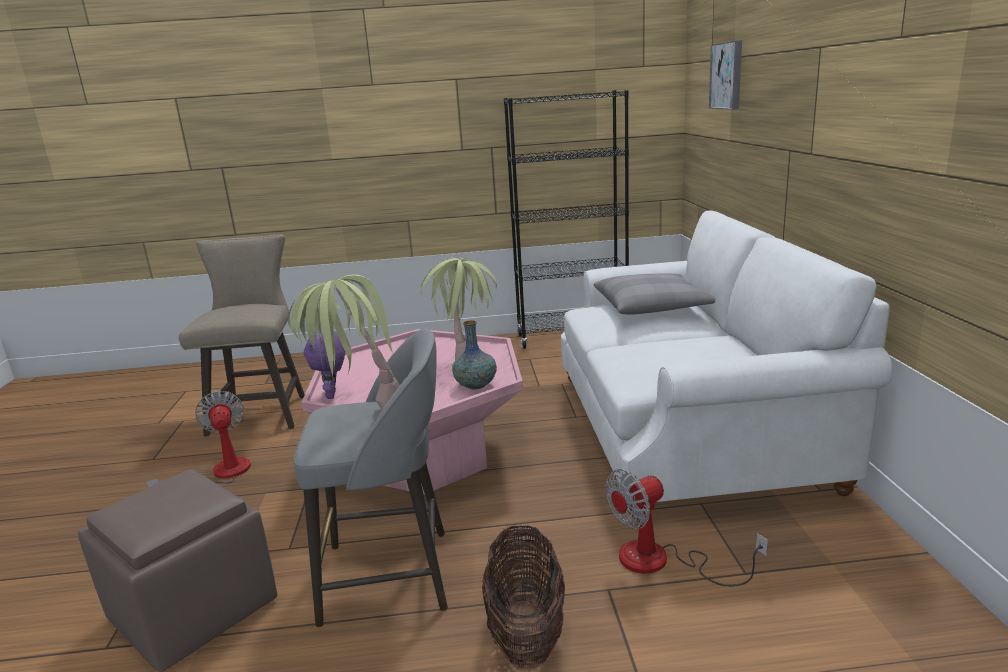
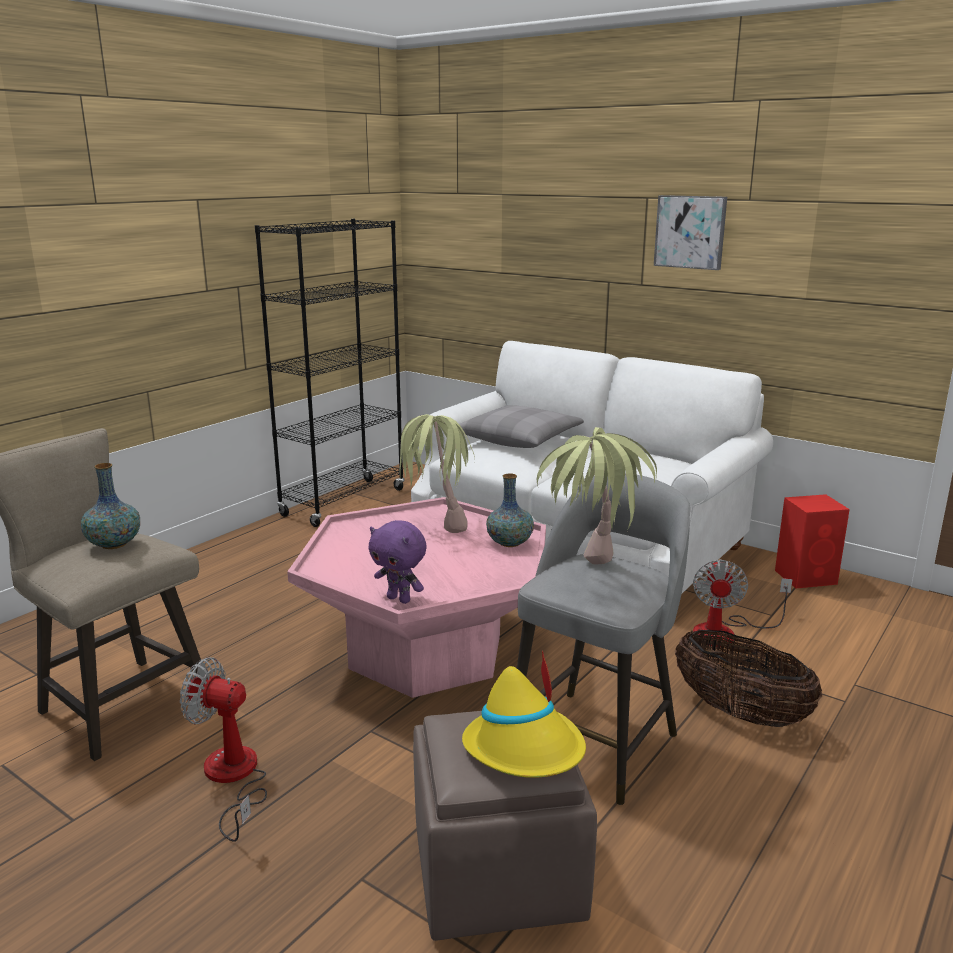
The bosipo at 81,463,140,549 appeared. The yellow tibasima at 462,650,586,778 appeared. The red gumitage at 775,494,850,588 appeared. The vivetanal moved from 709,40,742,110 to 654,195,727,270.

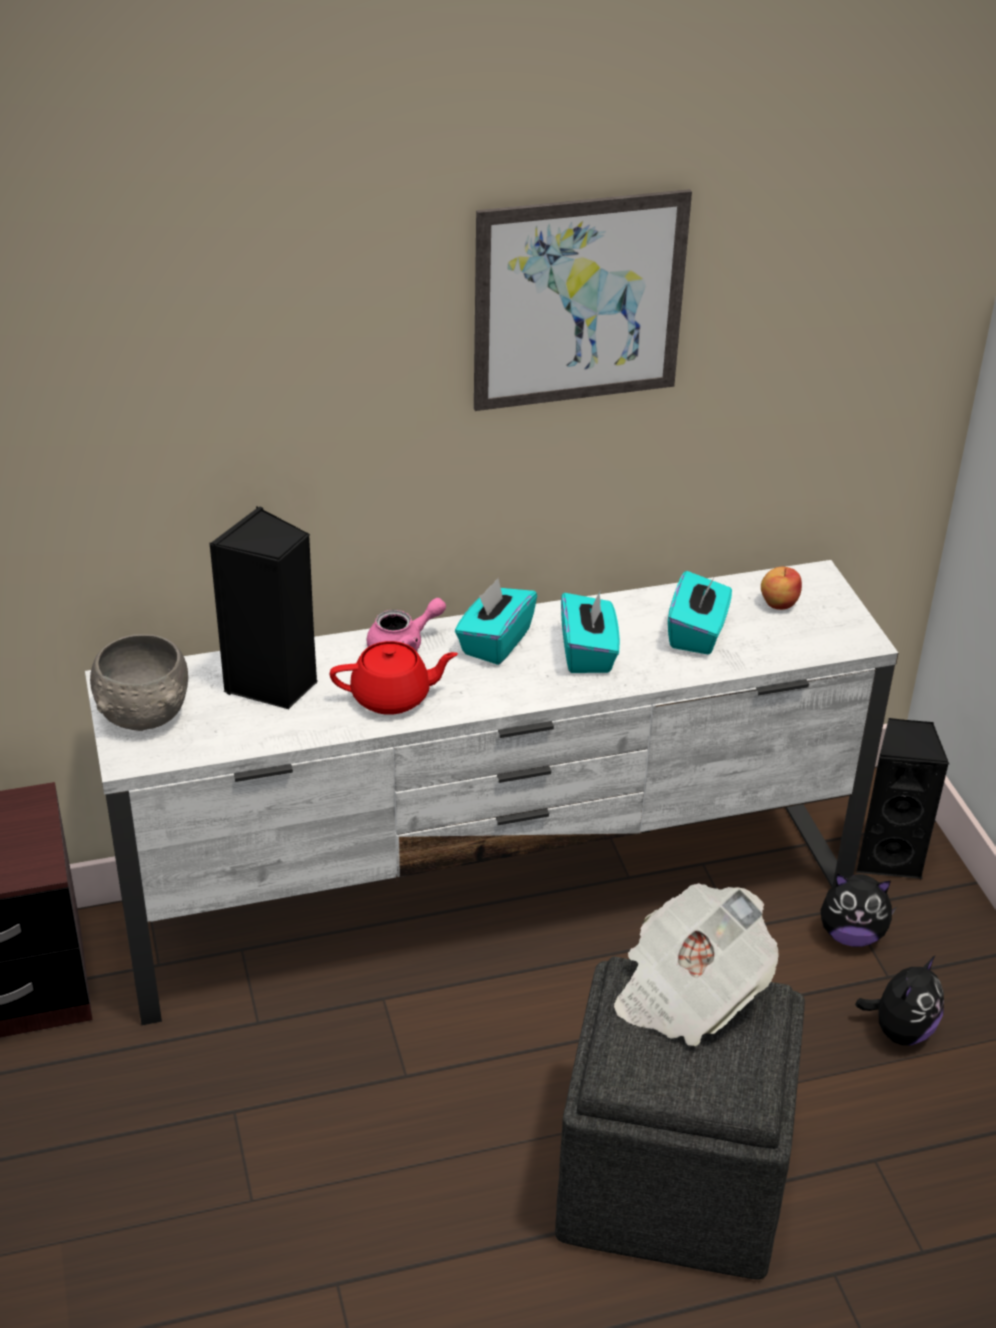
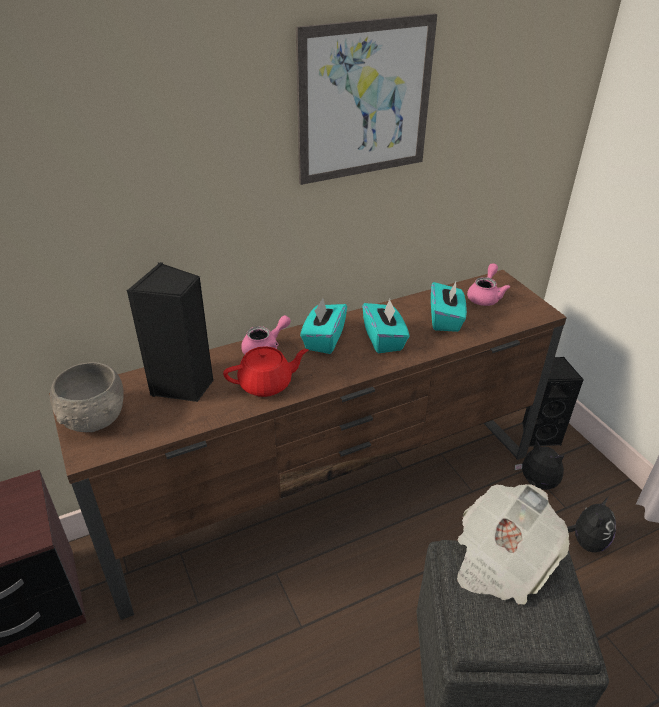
The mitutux at 761,567,802,610 was replaced by the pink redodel at 467,263,510,306. The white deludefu at 85,560,898,1025 became the brown deludefu at 49,270,567,620. The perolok at 821,874,897,947 turned 135 degrees counterclockwise.

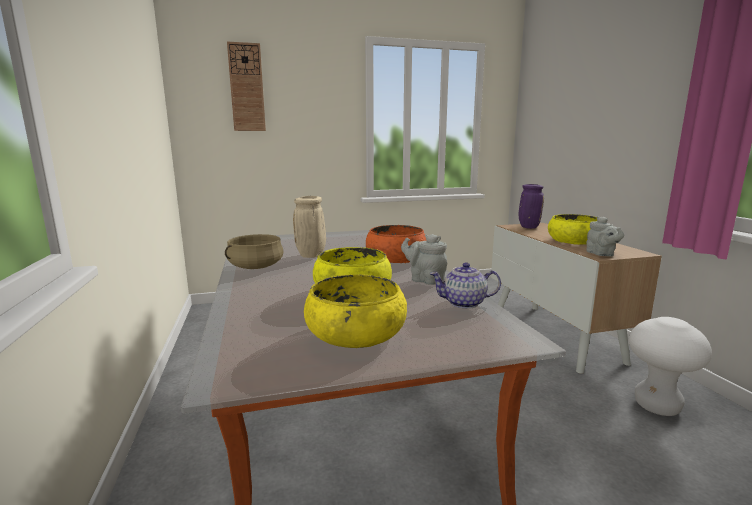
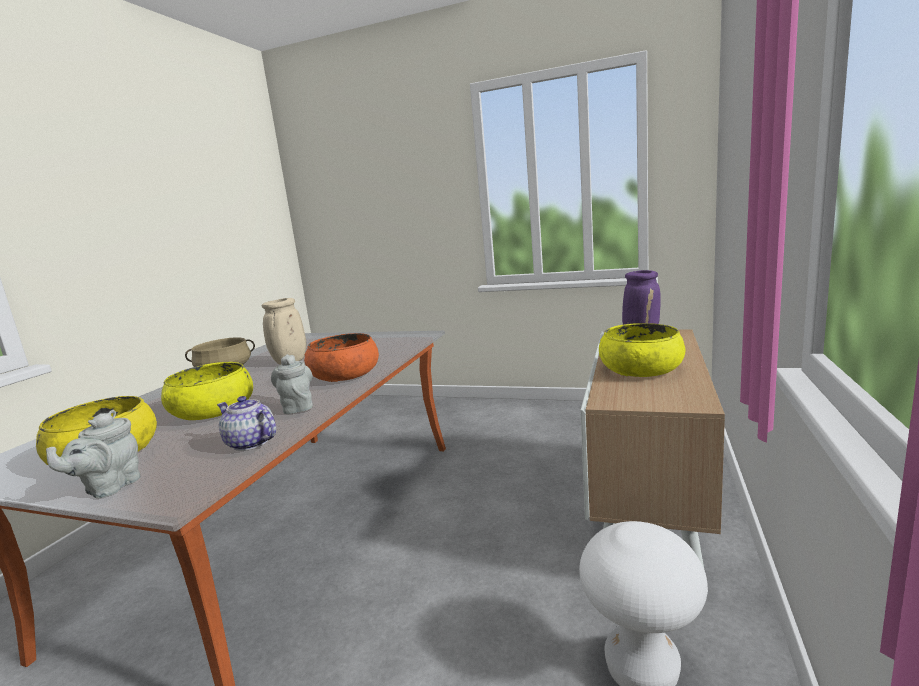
The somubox at 227,41,266,131 disappeared. The grey redodel moved from 586,216,624,256 to 46,410,140,498.

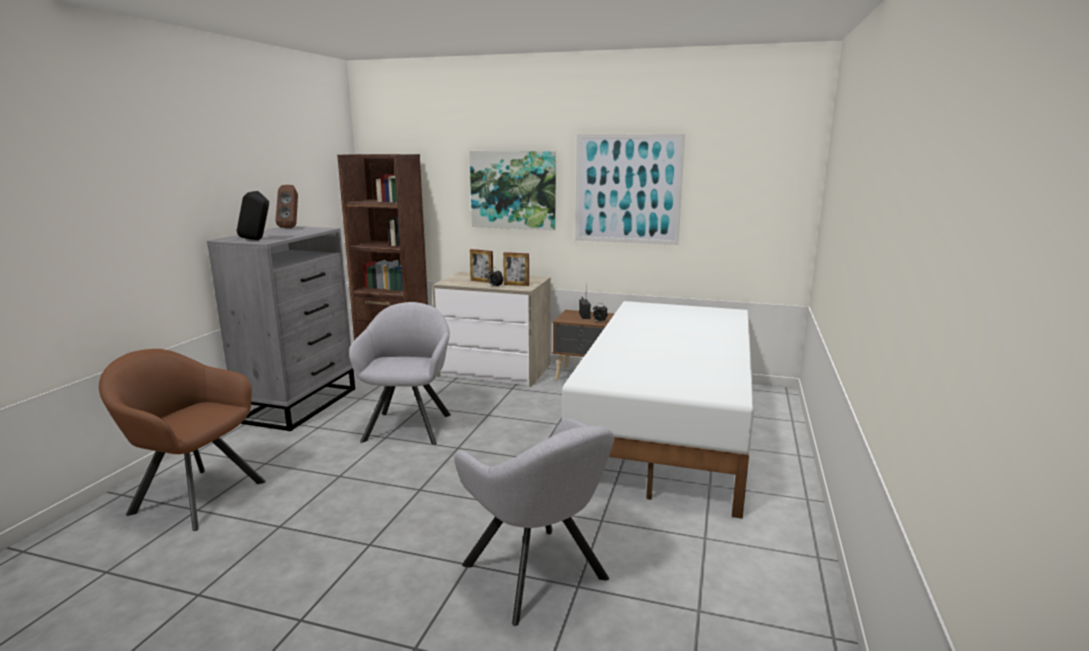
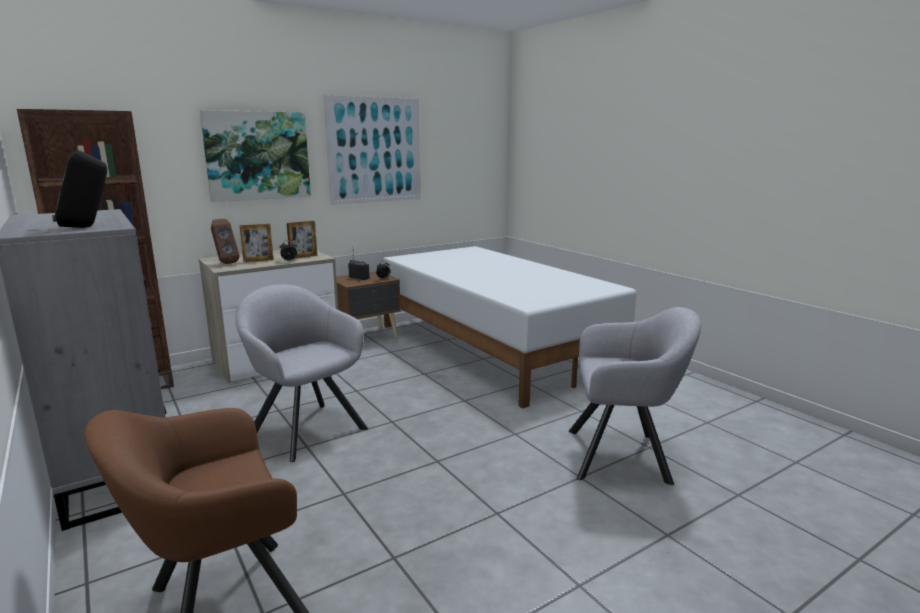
The brown gumitage moved from 276,185,298,228 to 211,219,239,264.

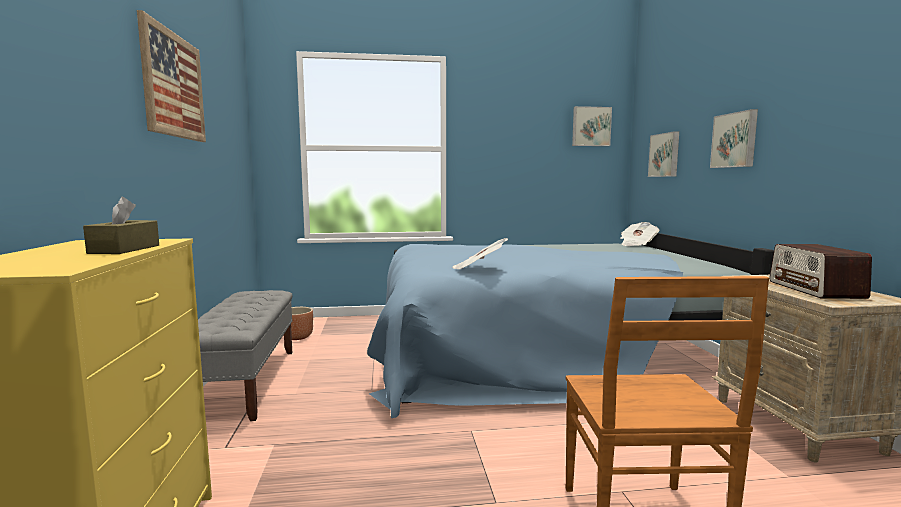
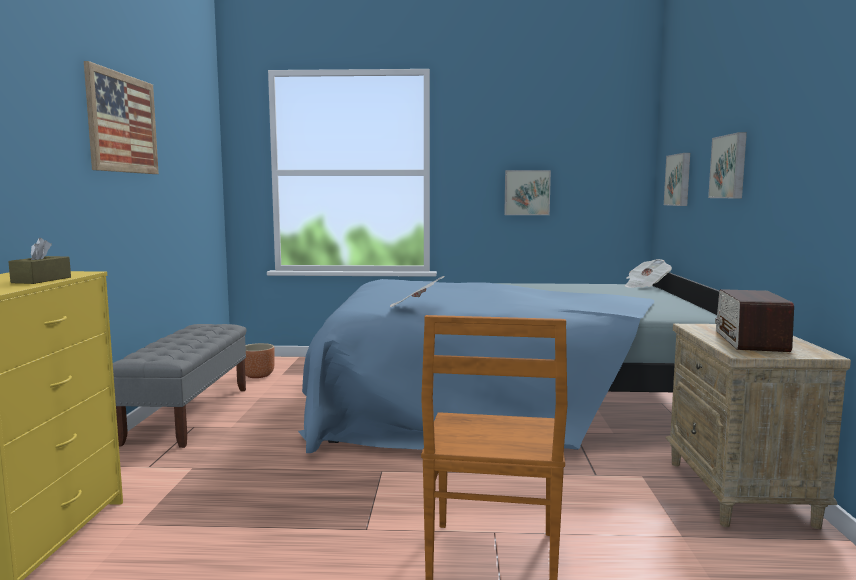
The vivetanal moved from 572,106,612,146 to 504,170,551,215.

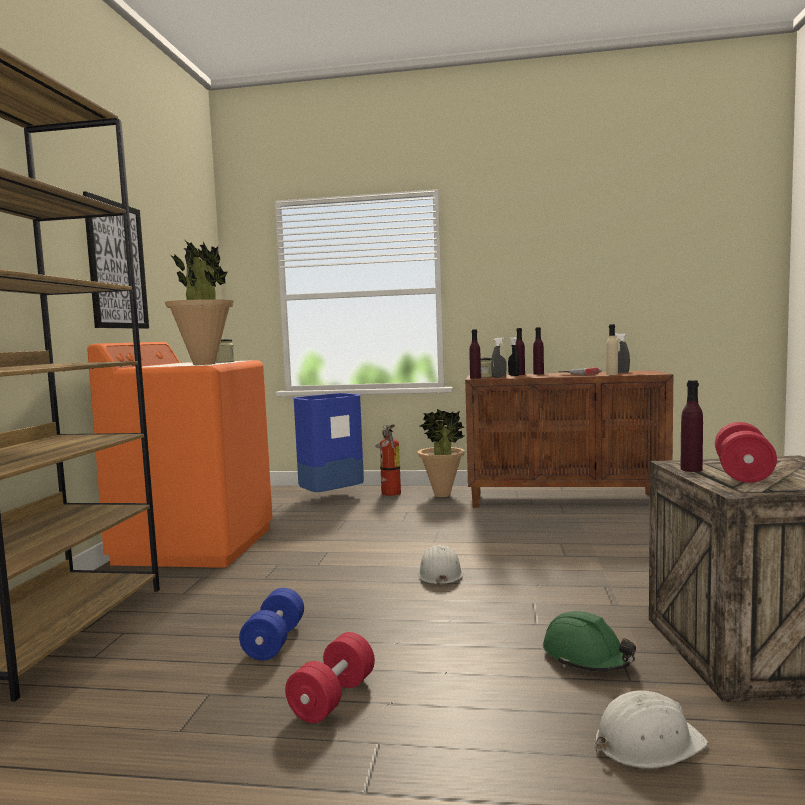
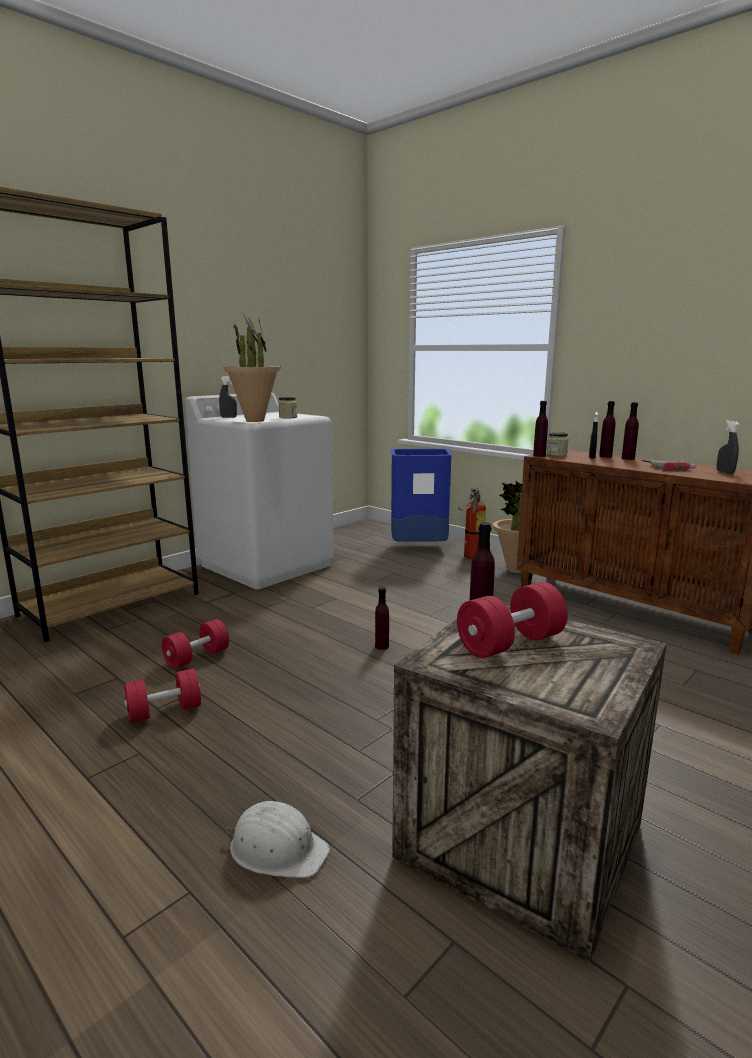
The vivetanal at 83,191,149,329 disappeared. The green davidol at 543,611,636,672 disappeared. The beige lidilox at 606,324,618,375 disappeared. The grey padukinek moved from 491,338,507,378 to 219,376,237,418. The white davidol at 418,545,463,587 was replaced by the purple lidilox at 375,587,389,650. The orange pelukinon at 87,342,273,568 became the white pelukinon at 185,393,334,590. The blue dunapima at 239,588,304,660 became the red dunapima at 162,619,229,669.

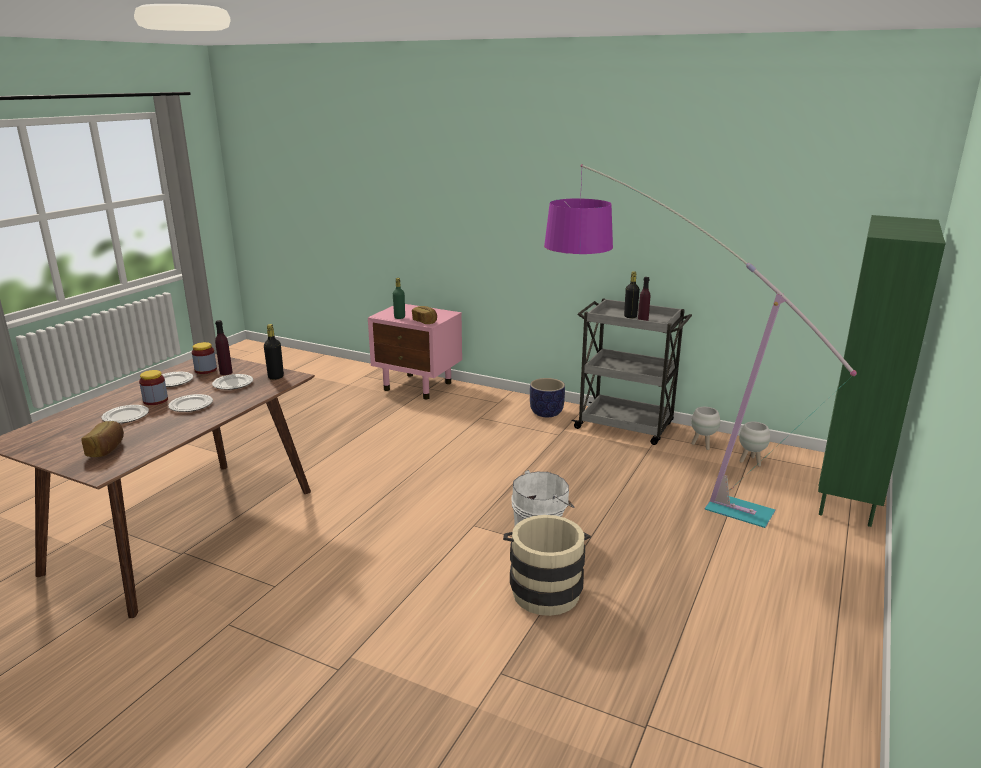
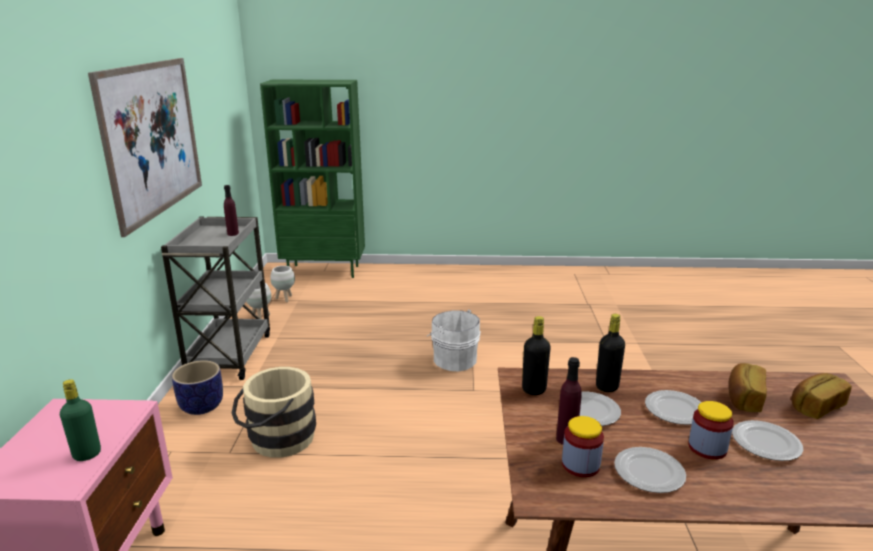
The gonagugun at 544,164,857,528 disappeared. The vivetanal at 88,58,202,237 appeared. The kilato moved from 412,306,437,324 to 729,363,767,412. The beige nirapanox moved from 503,515,591,616 to 232,367,316,458. The black lidilox moved from 624,271,640,318 to 596,314,625,392.

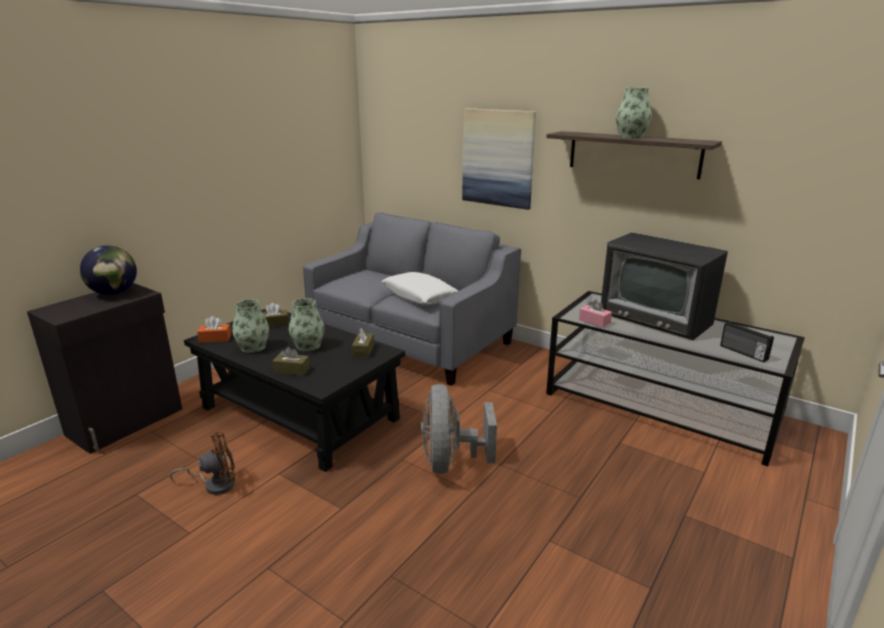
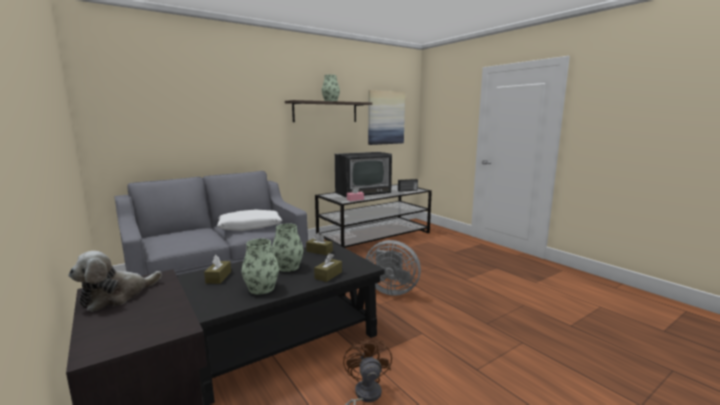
The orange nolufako at 197,316,231,343 disappeared. The vivetanal moved from 462,108,536,210 to 368,90,405,145. The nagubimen at 80,246,137,295 was replaced by the perolok at 68,251,162,312.

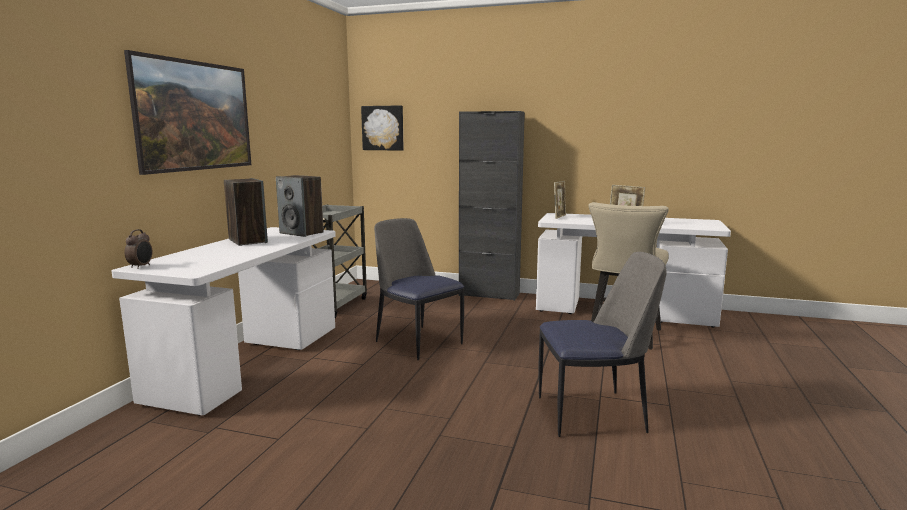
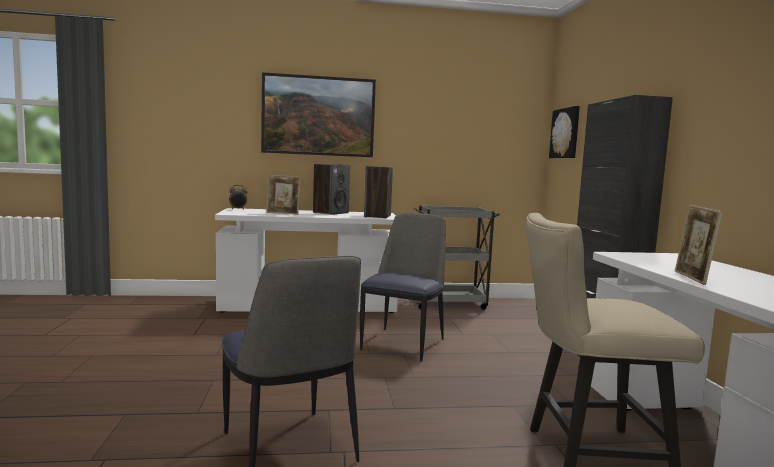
The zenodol moved from 554,181,566,219 to 267,175,301,215.

